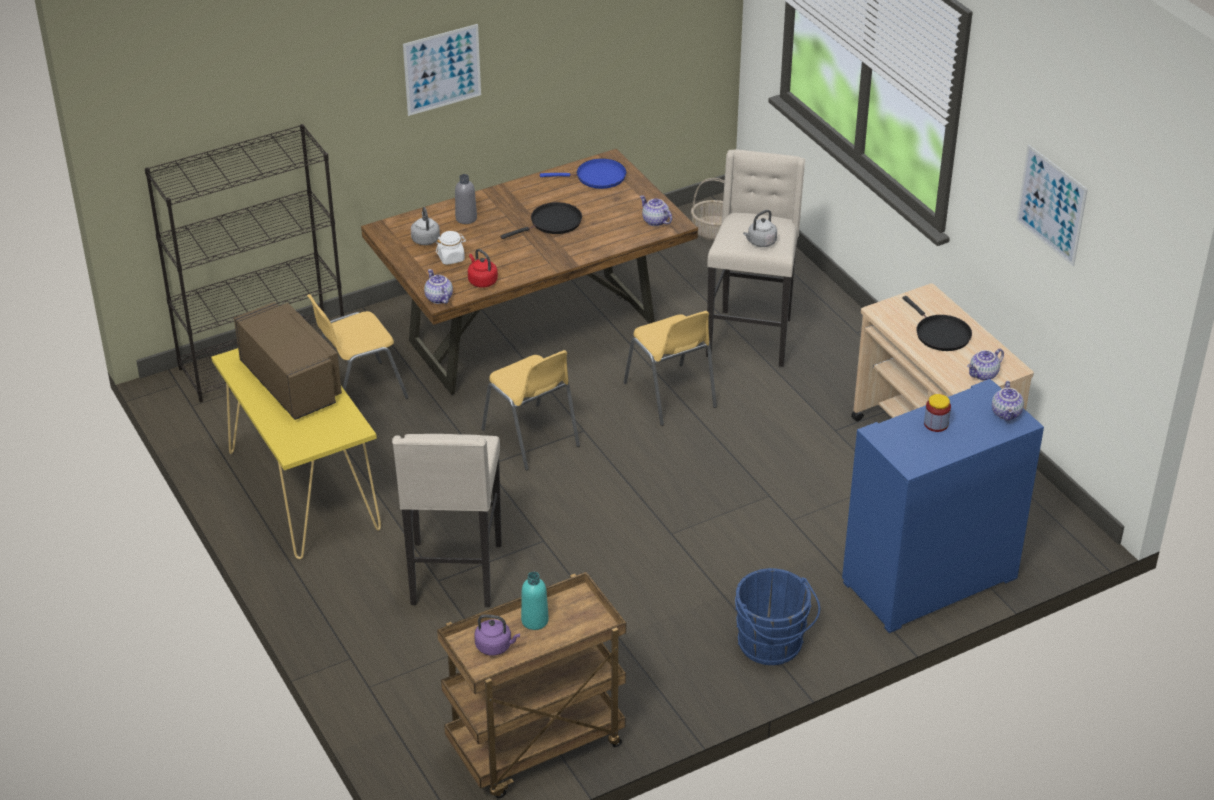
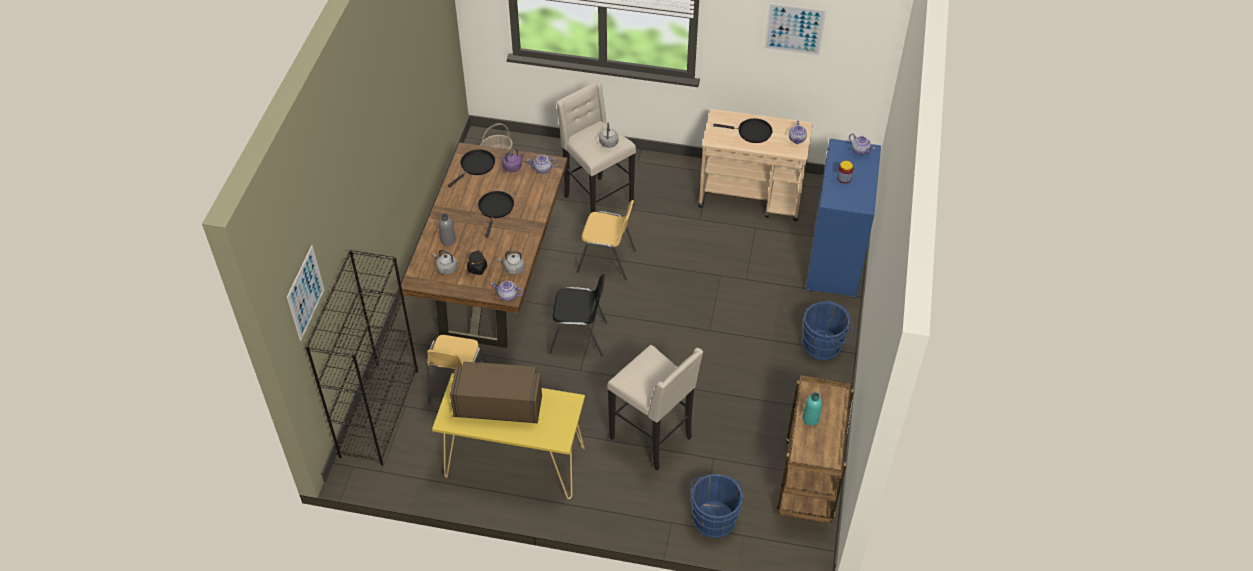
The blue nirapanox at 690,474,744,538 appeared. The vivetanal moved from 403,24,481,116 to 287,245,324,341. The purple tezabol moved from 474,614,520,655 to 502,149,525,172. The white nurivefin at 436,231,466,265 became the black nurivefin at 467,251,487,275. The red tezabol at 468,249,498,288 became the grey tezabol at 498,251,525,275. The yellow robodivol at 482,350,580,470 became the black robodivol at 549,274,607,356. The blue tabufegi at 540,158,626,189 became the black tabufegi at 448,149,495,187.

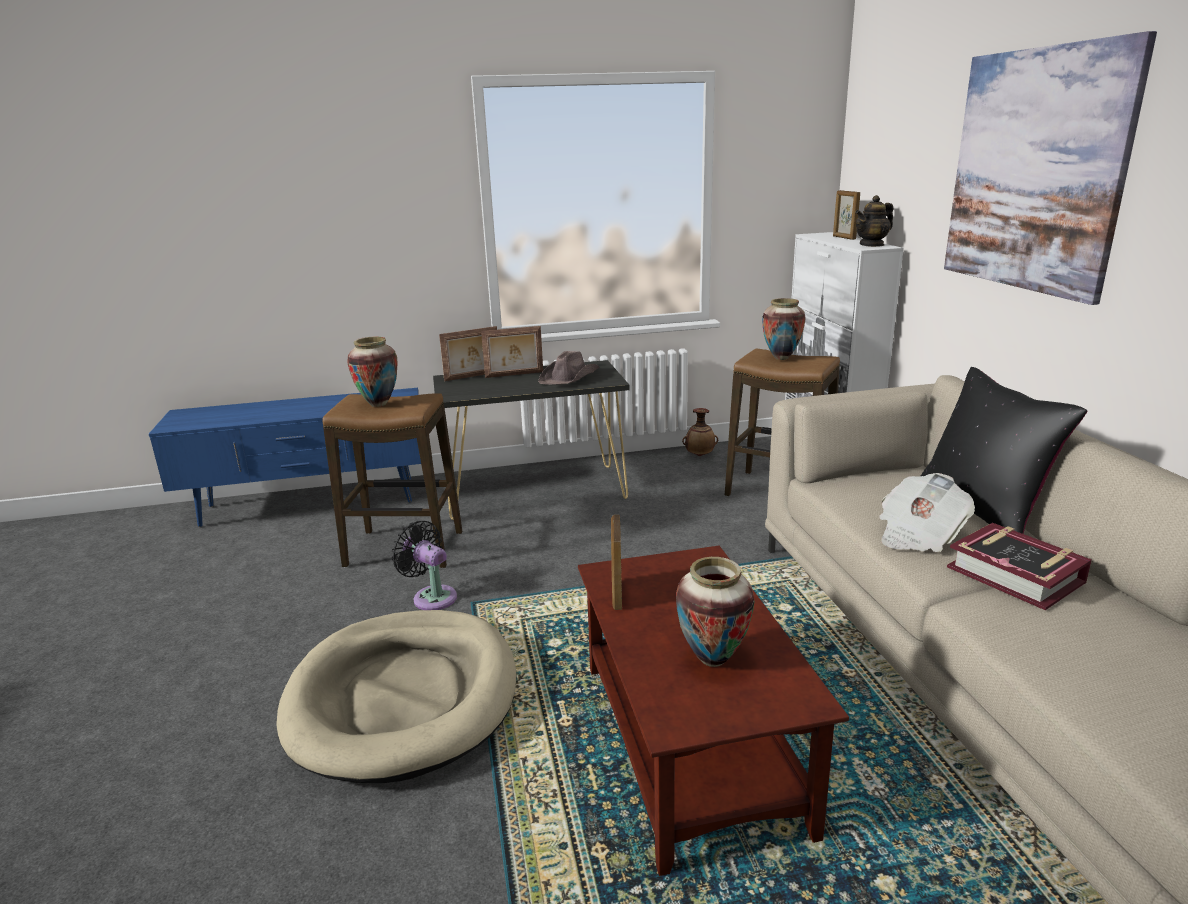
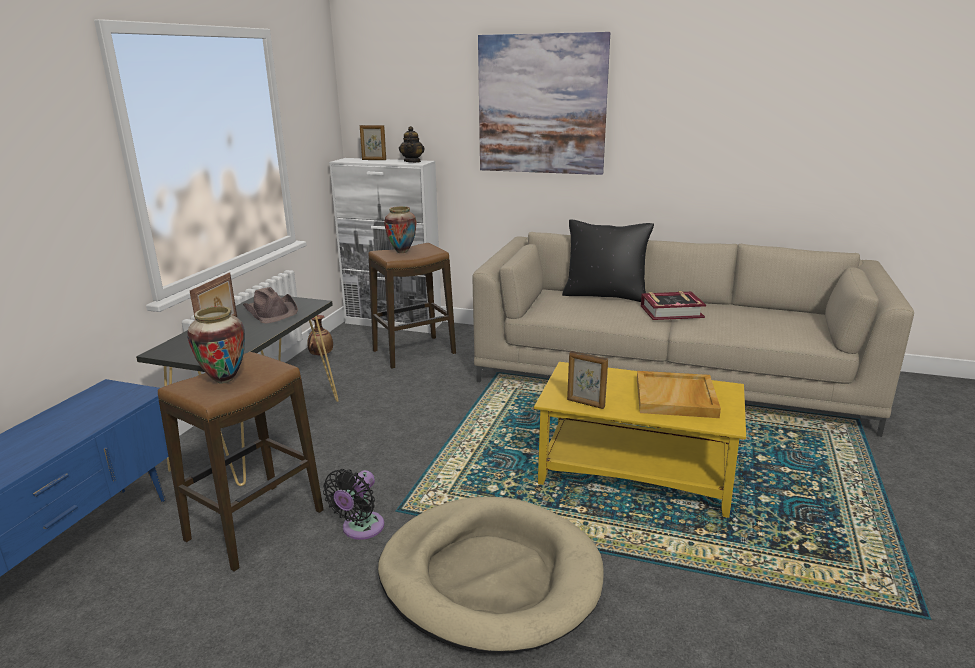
The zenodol at 439,326,497,381 disappeared. The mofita at 879,473,975,552 disappeared. The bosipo at 676,557,755,667 was replaced by the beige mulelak at 637,371,721,418. The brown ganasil at 578,546,849,876 became the yellow ganasil at 534,362,746,518. The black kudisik at 392,521,457,610 turned 45 degrees counterclockwise.

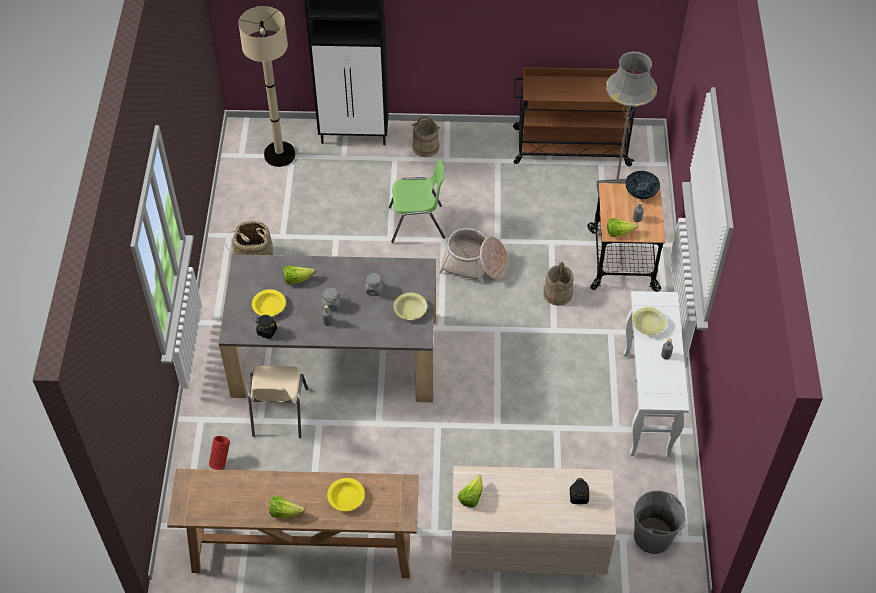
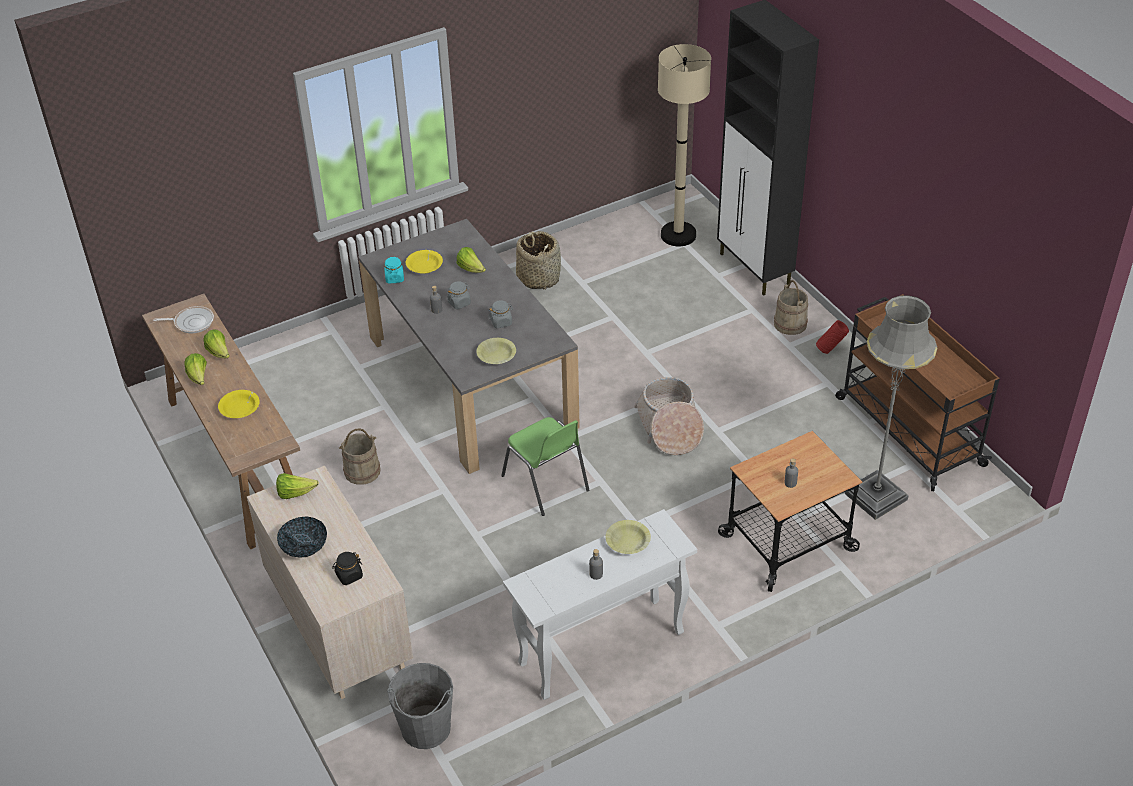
The beige robodivol at 248,366,308,438 disappeared. The tabufegi at 153,306,214,333 appeared. The red bosipo moved from 209,436,230,470 to 816,320,849,354. The green robodivol moved from 389,160,445,243 to 501,417,590,516. The beige nirapanox moved from 544,262,573,306 to 339,428,380,485. The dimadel moved from 607,218,638,237 to 203,330,230,358. The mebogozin moved from 626,171,660,199 to 277,516,327,558. The black nurivefin at 255,315,277,339 became the turquoise nurivefin at 384,256,404,284.

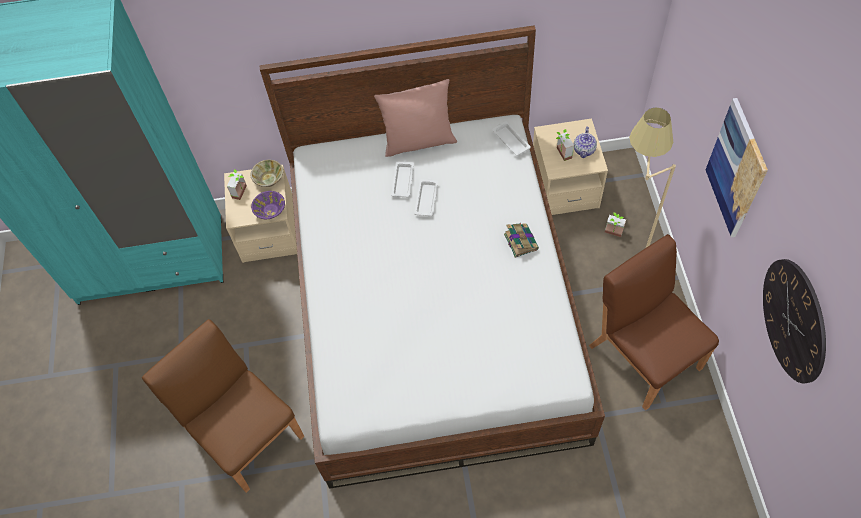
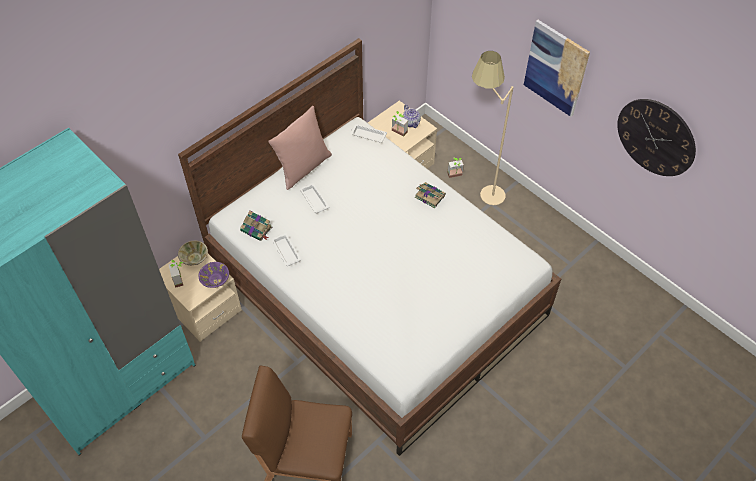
The brown robodivol at 589,234,719,410 disappeared. The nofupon at 240,211,272,241 appeared. The white mulelak moved from 414,178,438,216 to 272,233,301,266.

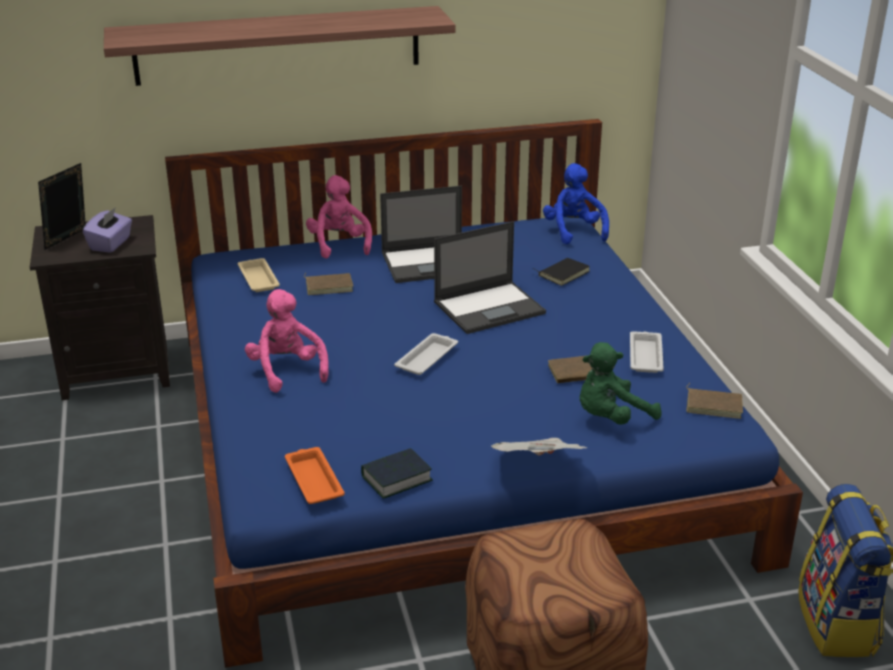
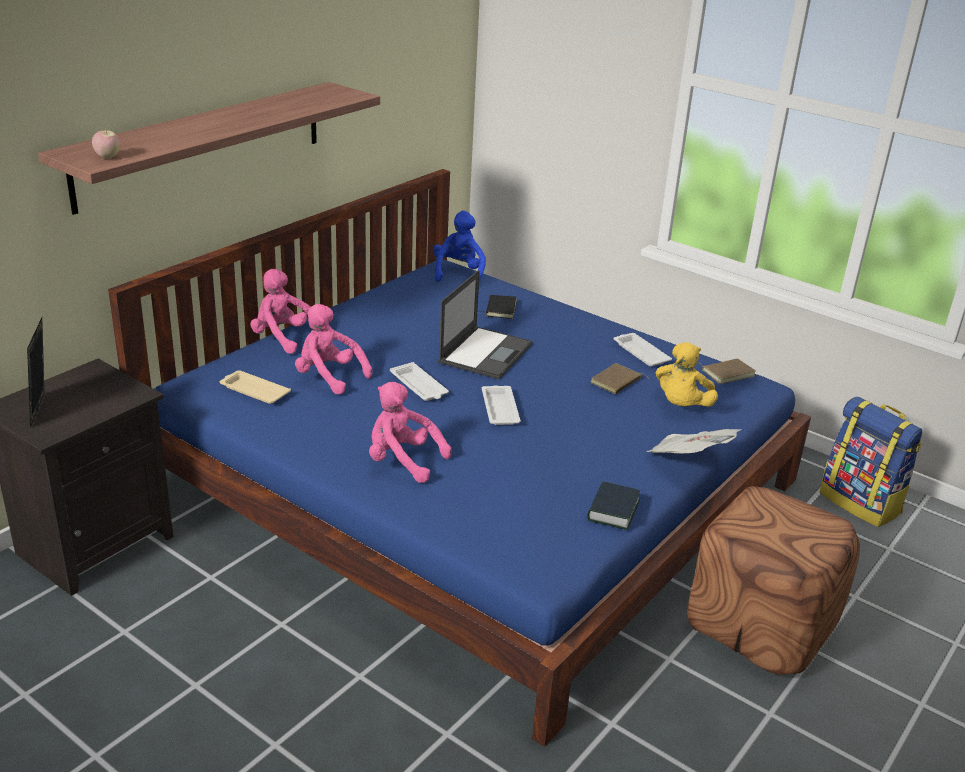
The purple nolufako at 83,207,132,253 disappeared. The orange mulelak at 285,447,345,504 disappeared. The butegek at 380,186,462,283 disappeared. The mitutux at 92,128,120,159 appeared. The white mulelak at 390,362,449,401 appeared. The brown nofupon at 304,273,353,295 was replaced by the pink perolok at 295,304,373,394. The green perolok at 580,342,662,425 became the yellow perolok at 656,342,718,407. The blue perolok at 543,163,609,245 turned 60 degrees clockwise.

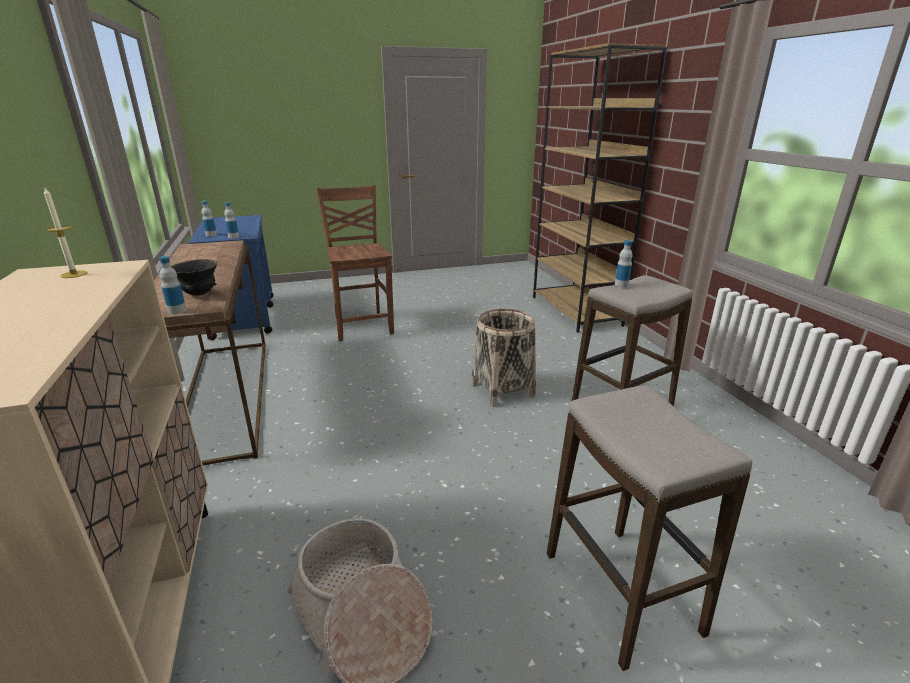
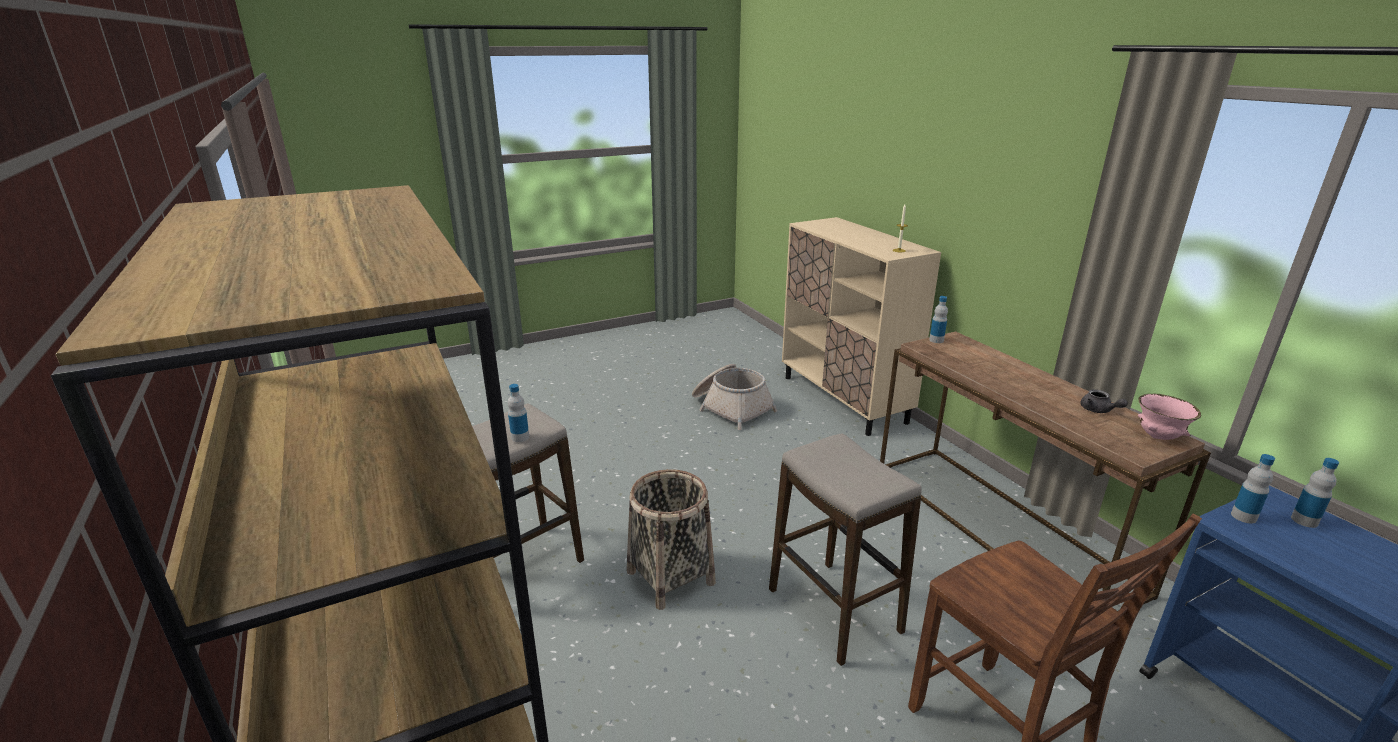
The black mebogozin at 171,259,217,296 disappeared. The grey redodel at 1080,389,1128,413 appeared. The pink mebogozin at 1138,394,1201,440 appeared. The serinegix moved from 547,385,752,671 to 769,434,922,666.

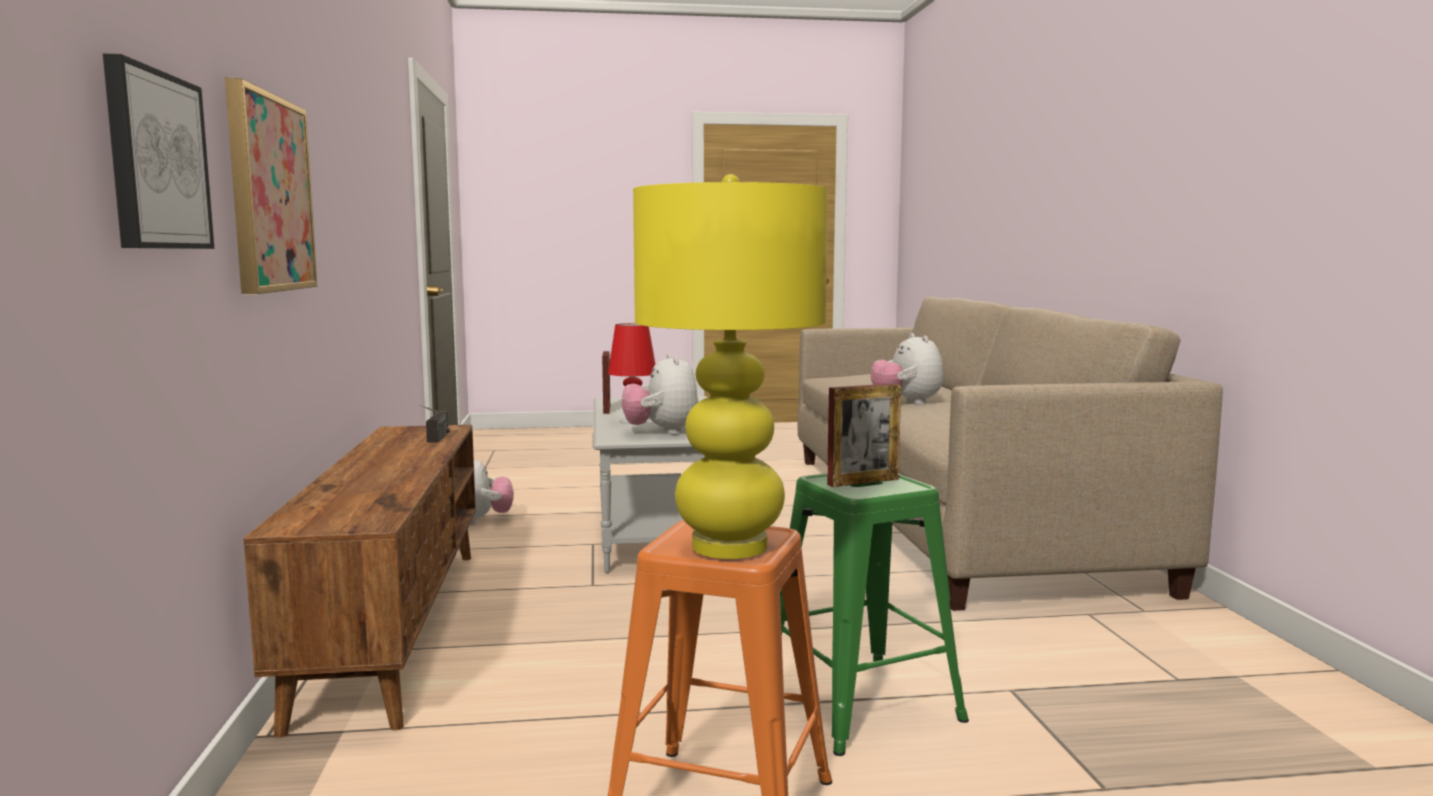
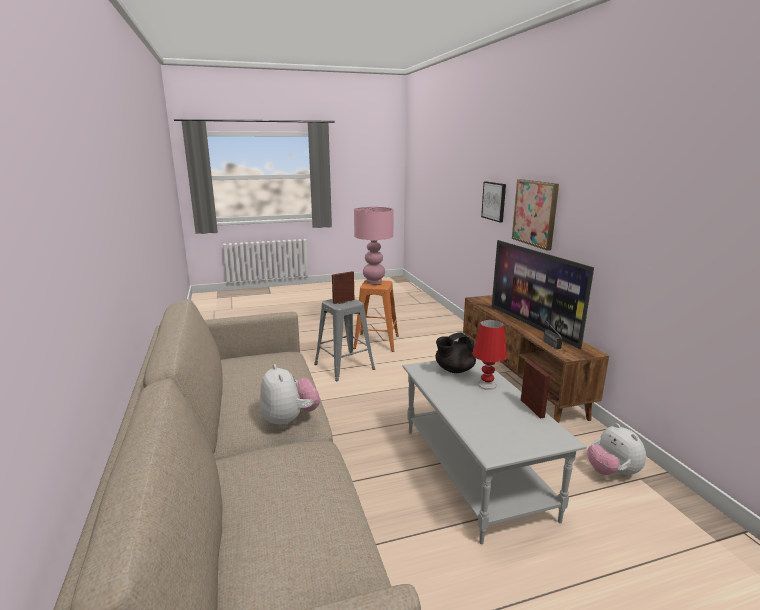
The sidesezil at 492,240,594,349 appeared. The perolok at 622,353,699,435 was replaced by the black redodel at 436,332,476,373. The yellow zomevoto at 633,174,828,559 became the pink zomevoto at 354,206,394,284. The green serinegix at 780,473,969,756 became the grey serinegix at 314,299,375,381.

